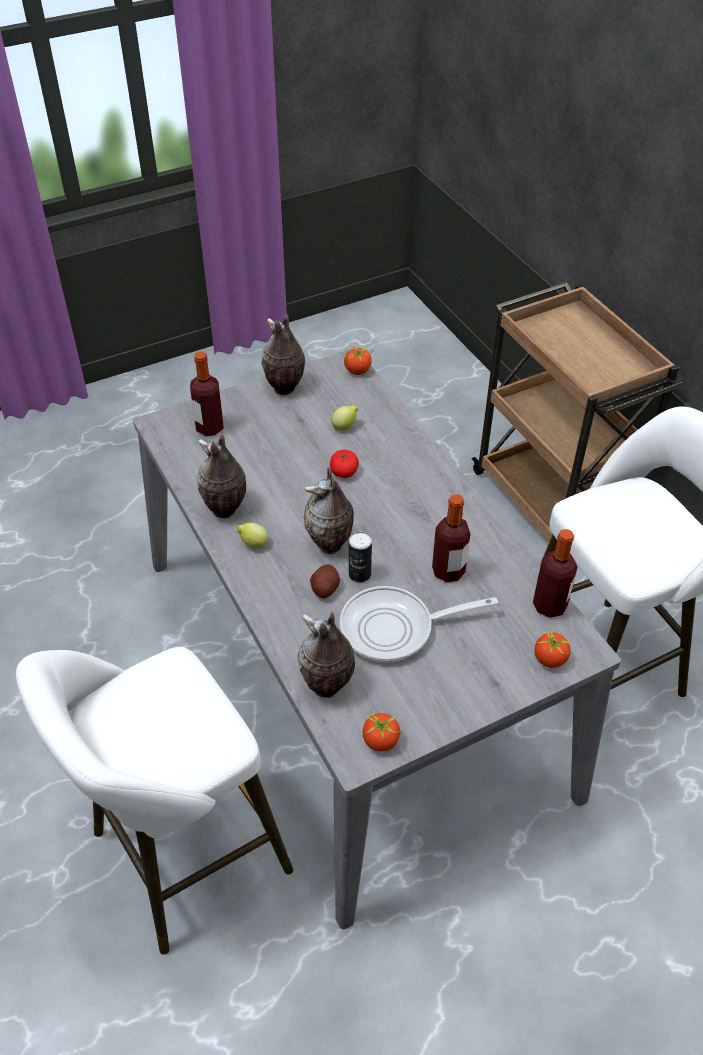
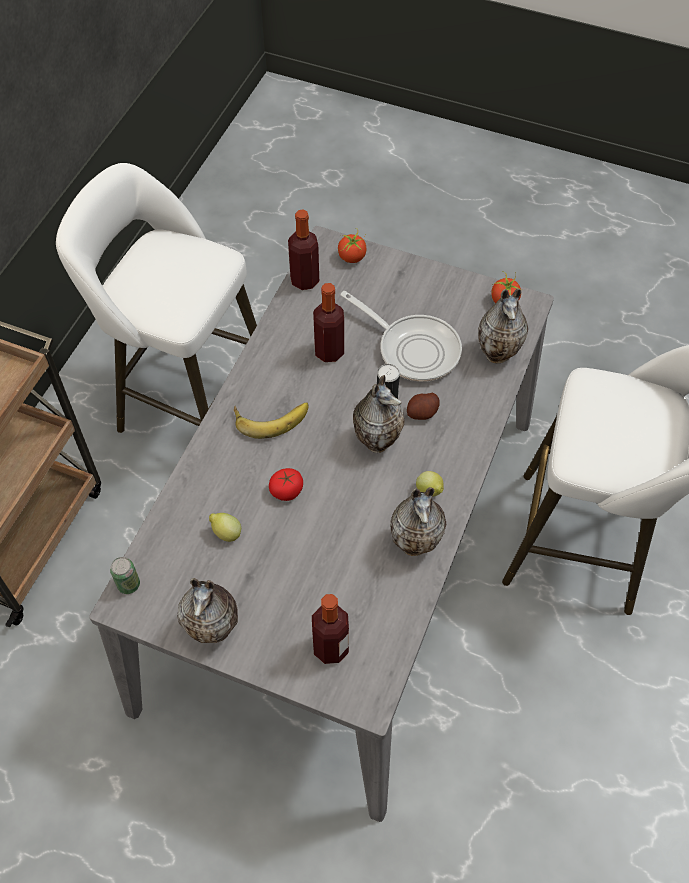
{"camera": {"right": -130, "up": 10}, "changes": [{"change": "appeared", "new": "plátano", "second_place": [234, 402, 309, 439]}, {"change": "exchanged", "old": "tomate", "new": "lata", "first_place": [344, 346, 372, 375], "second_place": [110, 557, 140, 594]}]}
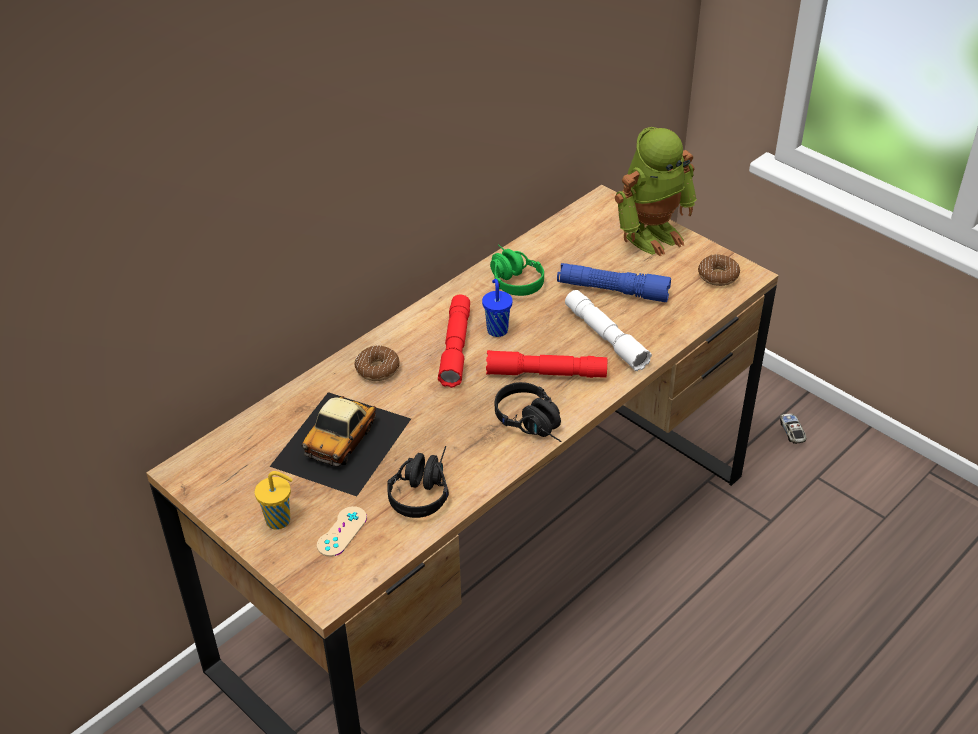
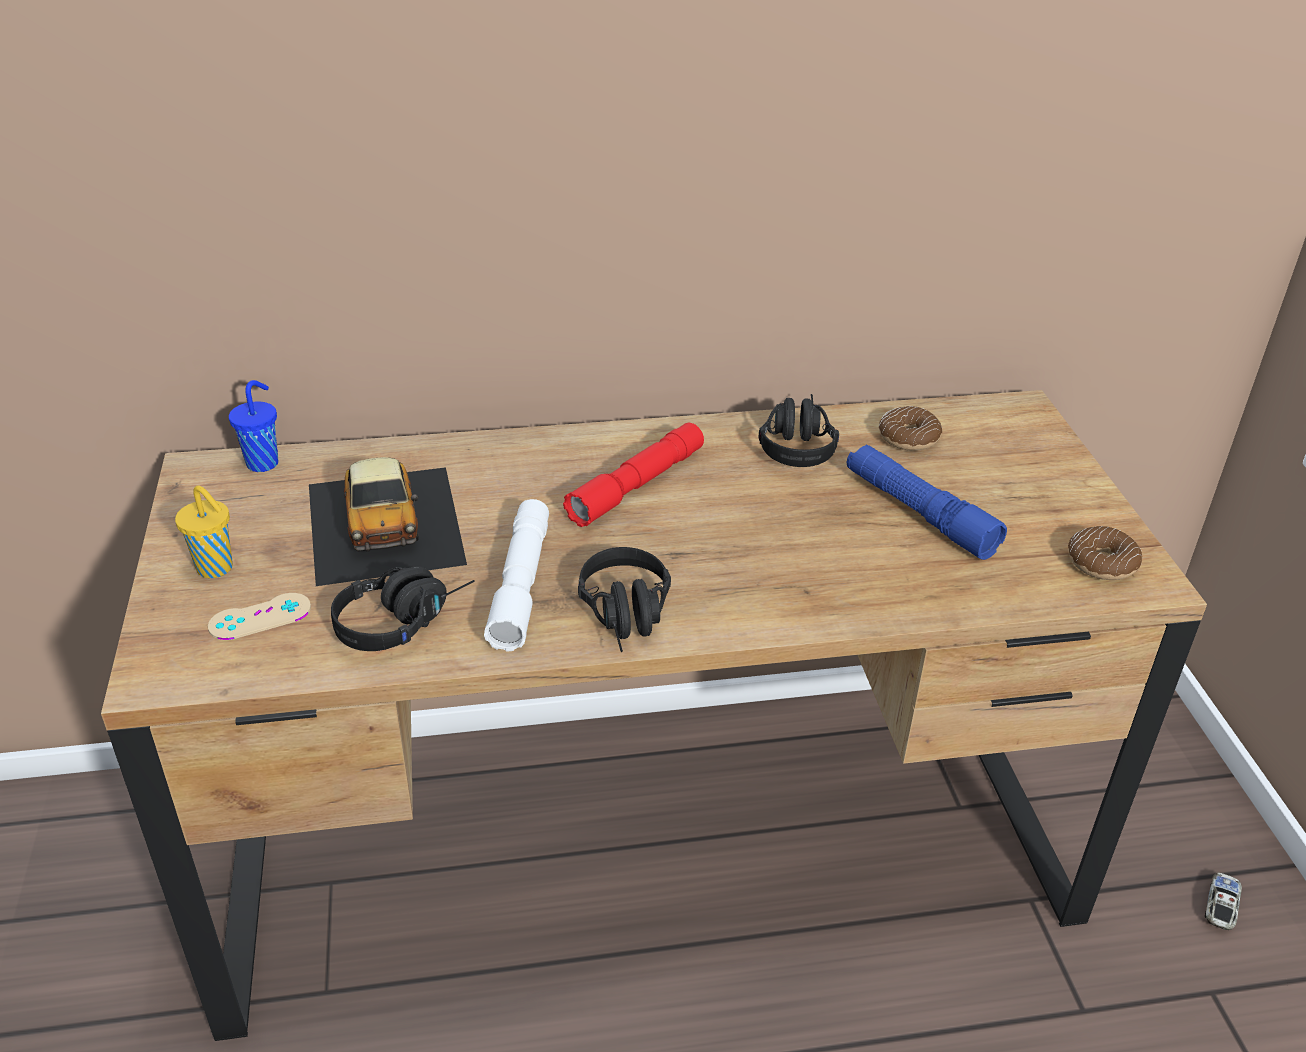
{"camera": {"right": 35, "up": -5}, "changes": [{"change": "missing", "old": "linterna [rojo]", "first_place": [486, 350, 607, 378]}, {"change": "missing", "old": "robot de juguete", "first_place": [615, 127, 697, 256]}, {"change": "relocated", "old": "rosquilla", "first_place": [355, 346, 400, 381], "second_place": [879, 406, 942, 451]}, {"change": "relocated", "old": "taza [azul]", "first_place": [482, 279, 513, 337], "second_place": [229, 380, 278, 472]}, {"change": "relocated", "old": "linterna [blanco]", "first_place": [565, 290, 652, 371], "second_place": [484, 499, 549, 652]}, {"change": "colour", "old": "auriculares [verde]", "new": "auriculares [negro]", "first_place": [490, 244, 544, 296], "second_place": [758, 394, 839, 467]}, {"change": "spun", "old": "coche de juguete", "first_place": [270, 392, 411, 496], "second_place": [309, 457, 467, 586], "degrees": -75}]}
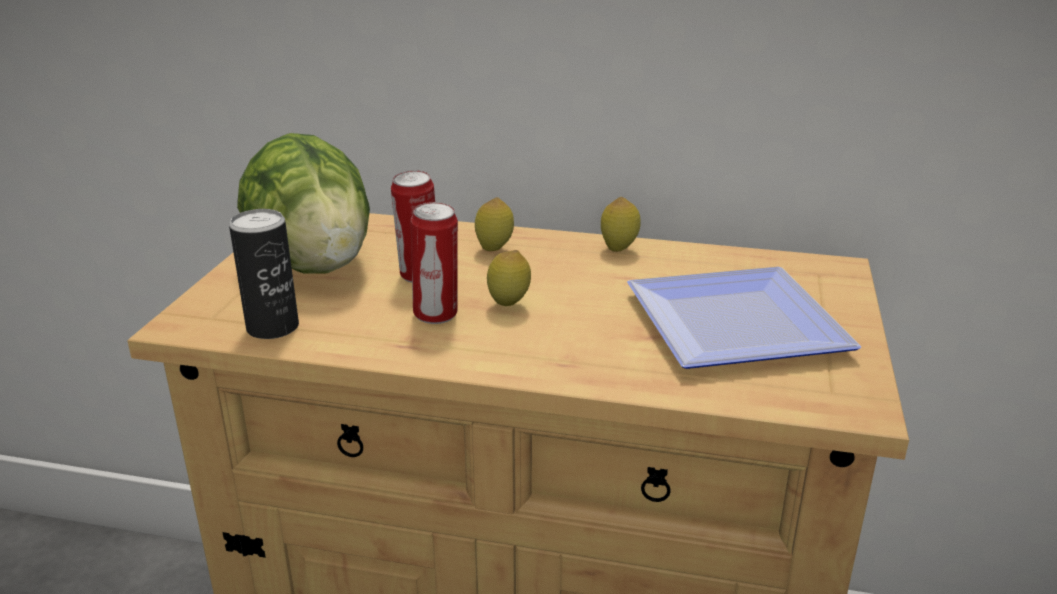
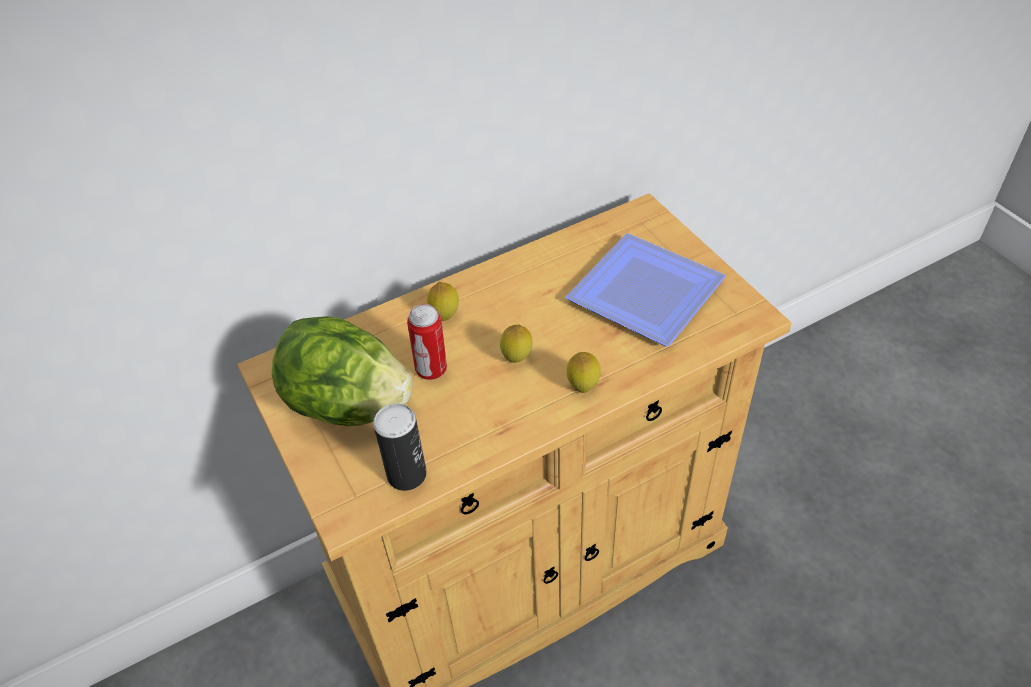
{"camera": {"right": -40, "up": 20}, "changes": [{"change": "missing", "old": "lata", "first_place": [411, 202, 458, 324]}, {"change": "relocated", "old": "limón", "first_place": [601, 197, 641, 252], "second_place": [566, 352, 601, 393]}]}
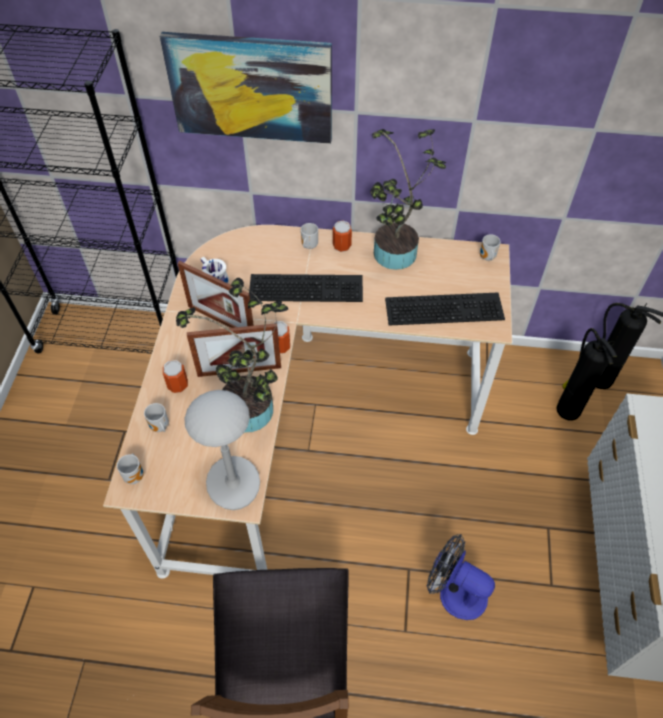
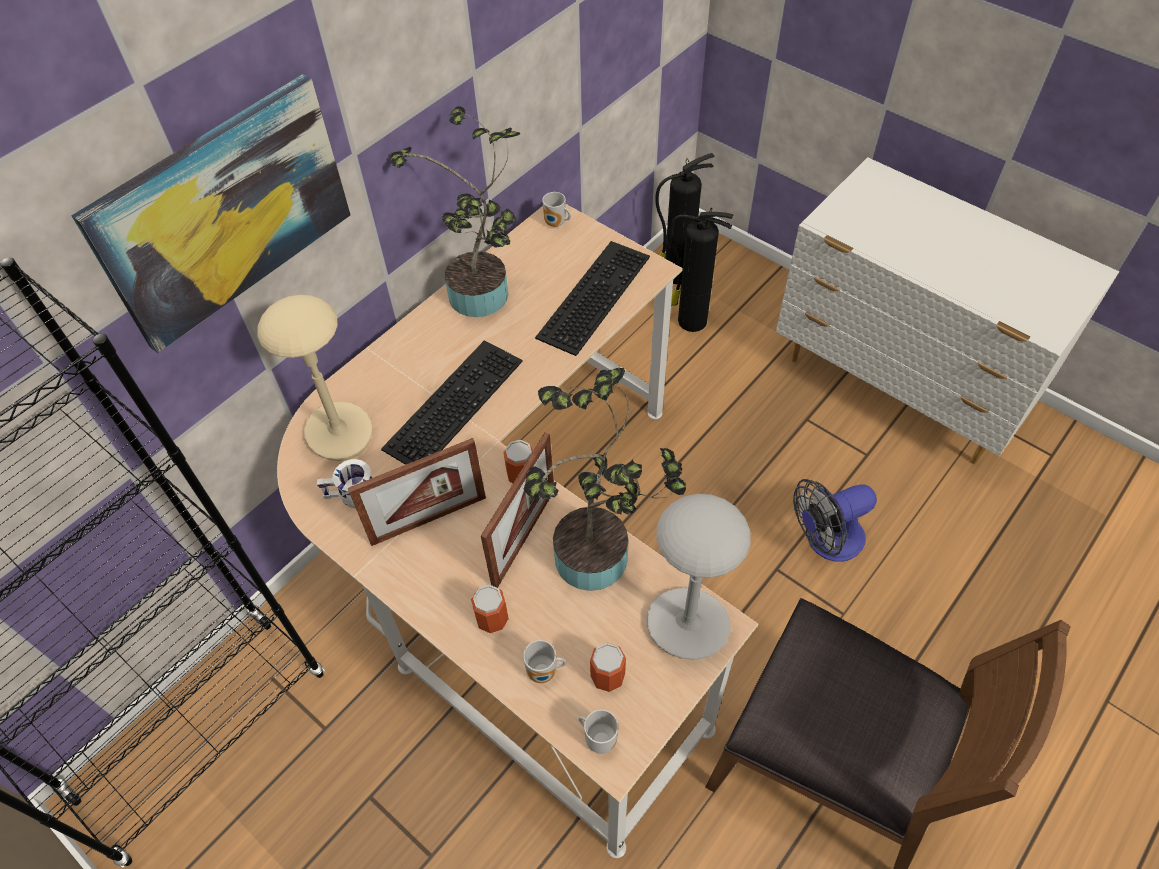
{"camera": {"right": -55, "up": 0}, "changes": [{"change": "missing", "old": "taza grande", "first_place": [301, 223, 318, 249]}, {"change": "appeared", "new": "lámpara de mesa [beis]", "second_place": [257, 295, 372, 461]}, {"change": "relocated", "old": "lata", "first_place": [333, 220, 352, 252], "second_place": [590, 642, 626, 692]}]}
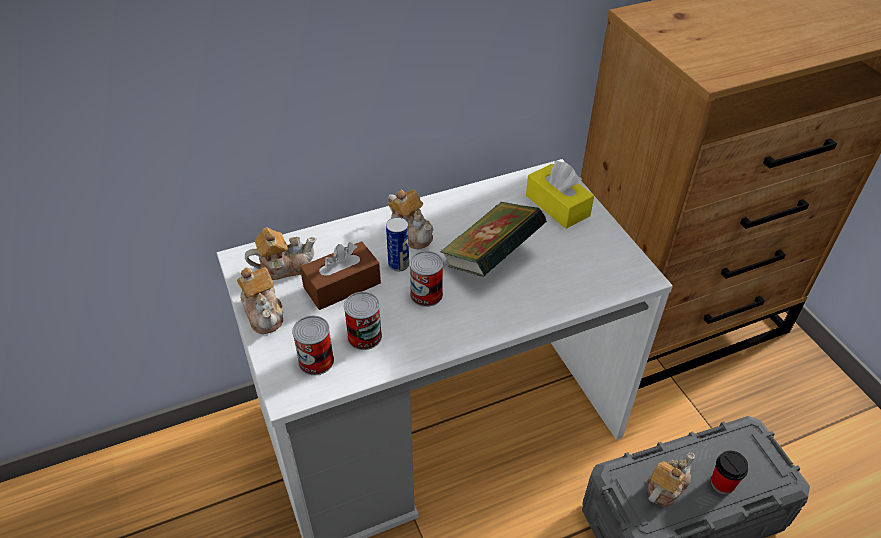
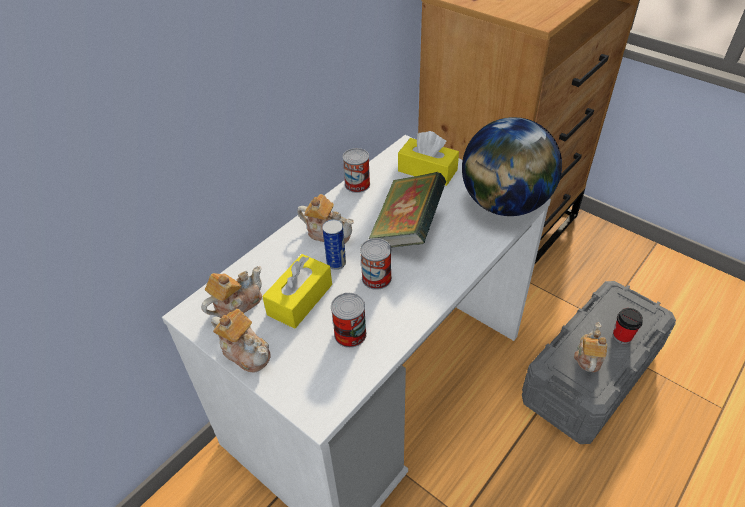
{"camera": {"right": -25, "up": 0}, "changes": [{"change": "appeared", "new": "globo terráqueo", "second_place": [462, 117, 562, 216]}, {"change": "relocated", "old": "lata", "first_place": [292, 316, 334, 375], "second_place": [343, 148, 370, 193]}, {"change": "colour", "old": "caja de pañuelos [marrón]", "new": "caja de pañuelos [amarillo]", "first_place": [300, 241, 381, 310], "second_place": [262, 254, 332, 329]}]}
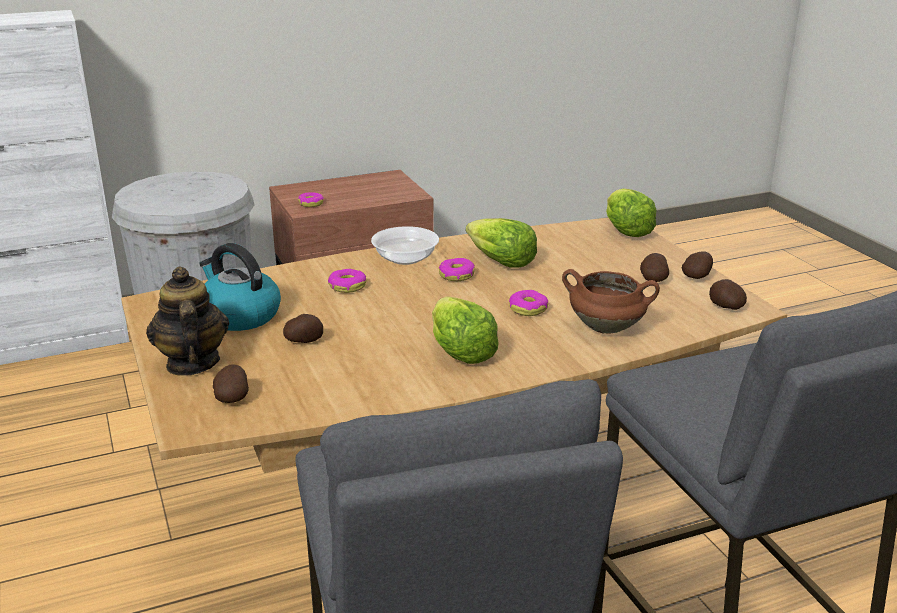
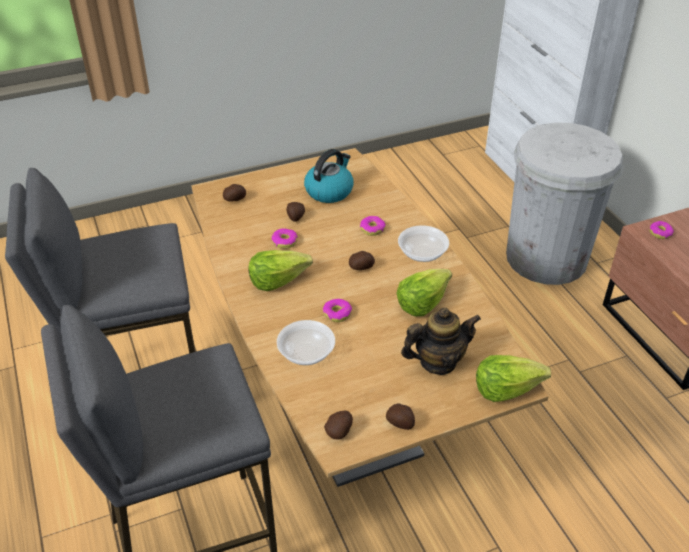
{"camera": {"right": 90, "up": 15}, "changes": [{"change": "relocated", "old": "tetera", "first_place": [146, 266, 229, 376], "second_place": [401, 308, 481, 375]}, {"change": "relocated", "old": "rosquilla", "first_place": [439, 258, 475, 281], "second_place": [271, 228, 298, 249]}, {"change": "relocated", "old": "patata", "first_place": [640, 253, 669, 282], "second_place": [349, 251, 375, 270]}, {"change": "exchanged", "old": "olla [marrón]", "new": "cuenco", "first_place": [562, 269, 660, 334], "second_place": [277, 320, 335, 365]}]}
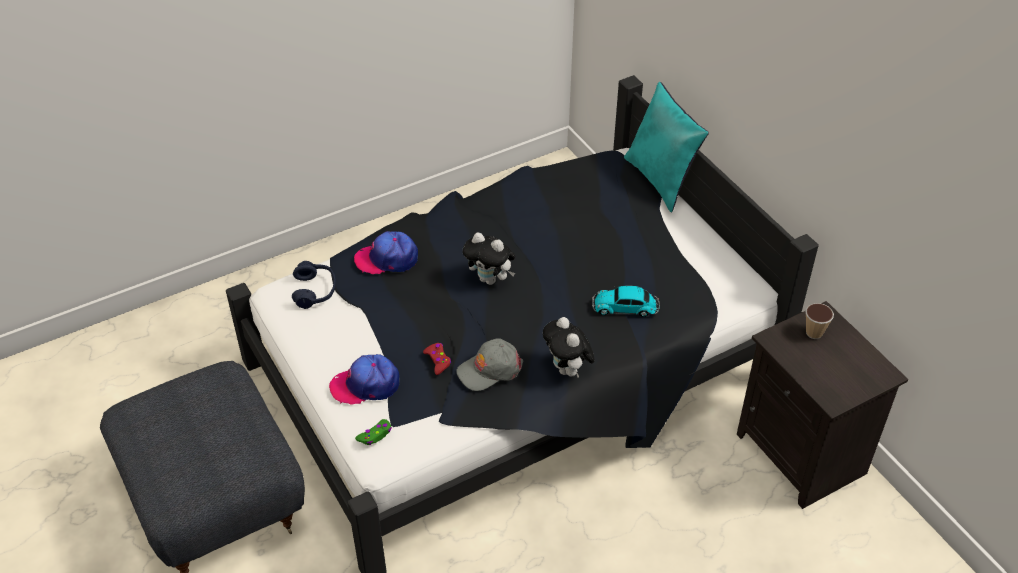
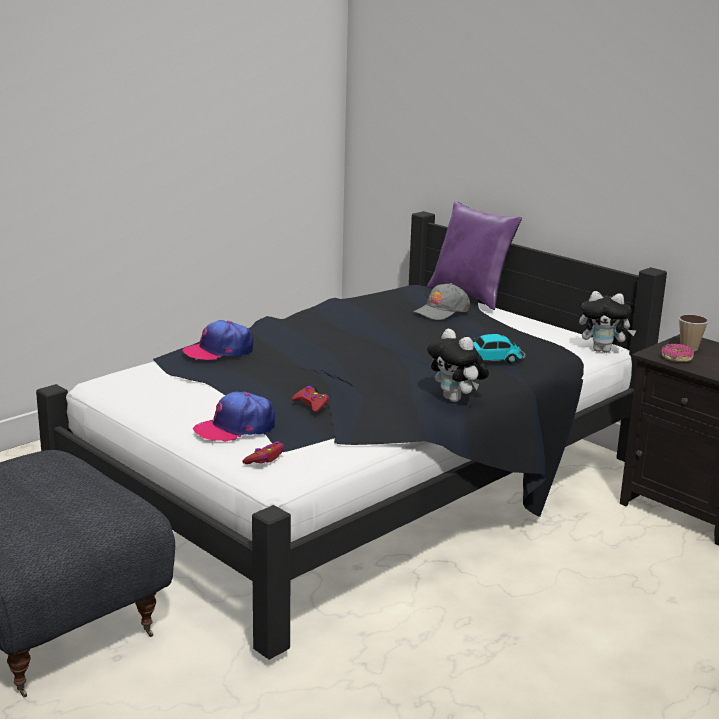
{"camera": {"right": -15, "up": -25}, "changes": [{"change": "missing", "old": "auriculares [azul]", "first_place": [292, 261, 336, 309]}, {"change": "appeared", "new": "rosquilla", "second_place": [661, 344, 694, 362]}, {"change": "relocated", "old": "gorra [gris]", "first_place": [456, 338, 523, 391], "second_place": [413, 283, 471, 320]}, {"change": "relocated", "old": "peluche", "first_place": [463, 233, 515, 285], "second_place": [579, 291, 637, 353]}, {"change": "colour", "old": "mando de consola [verde]", "new": "mando de consola [rojo]", "first_place": [355, 419, 392, 445], "second_place": [242, 441, 285, 464]}, {"change": "colour", "old": "cojín [turquesa]", "new": "cojín [morado]", "first_place": [624, 82, 709, 213], "second_place": [427, 201, 522, 310]}]}
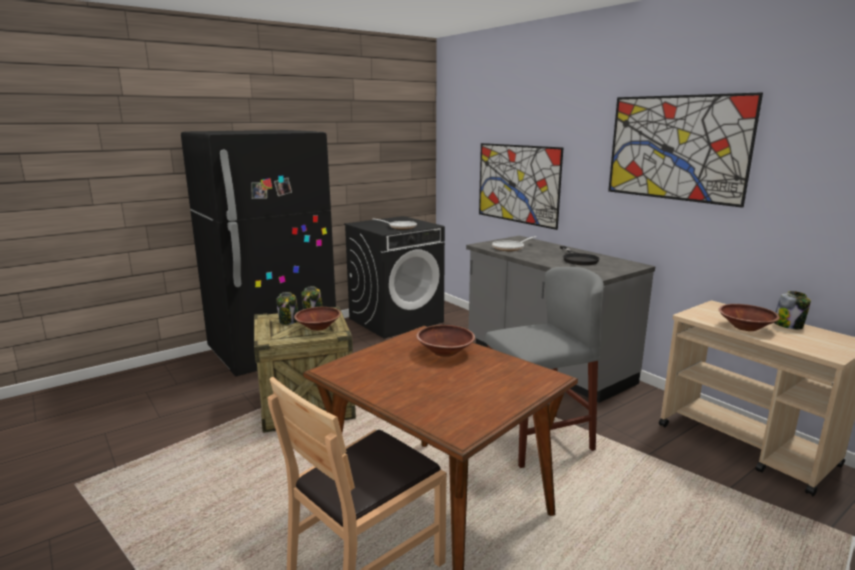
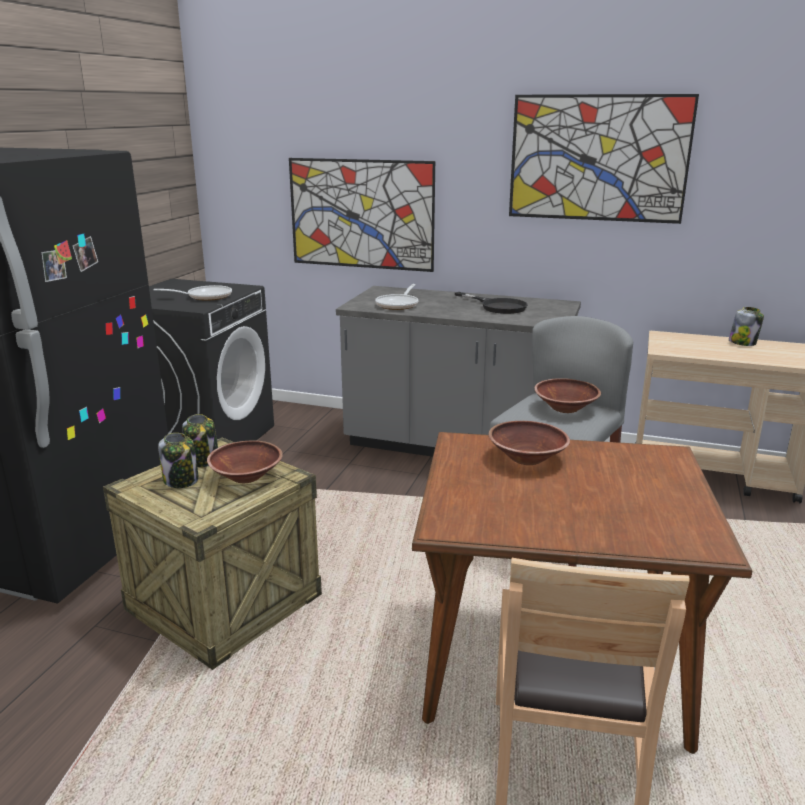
{"camera": {"right": -35, "up": 5}, "changes": [{"change": "relocated", "old": "cuenco [marrón]", "first_place": [719, 304, 780, 331], "second_place": [534, 378, 601, 413]}]}
